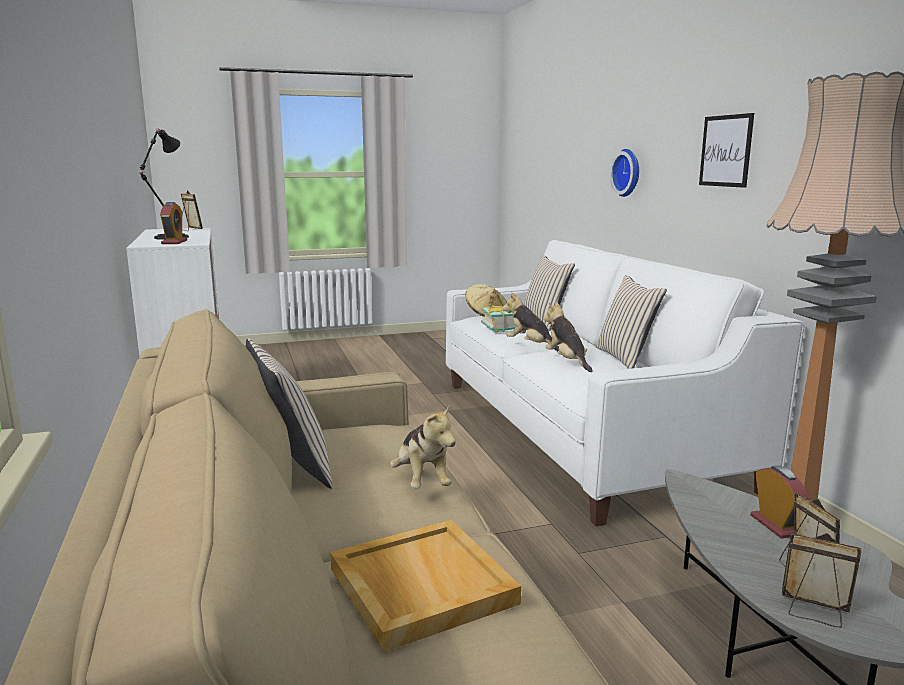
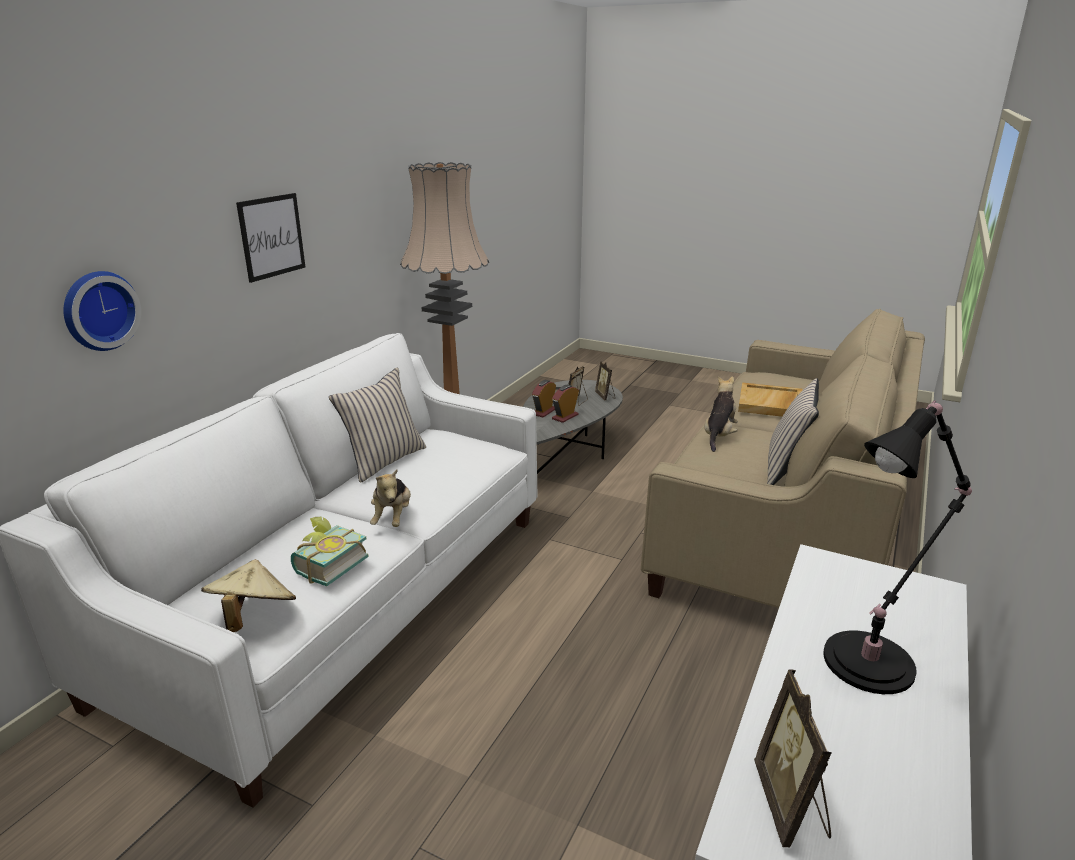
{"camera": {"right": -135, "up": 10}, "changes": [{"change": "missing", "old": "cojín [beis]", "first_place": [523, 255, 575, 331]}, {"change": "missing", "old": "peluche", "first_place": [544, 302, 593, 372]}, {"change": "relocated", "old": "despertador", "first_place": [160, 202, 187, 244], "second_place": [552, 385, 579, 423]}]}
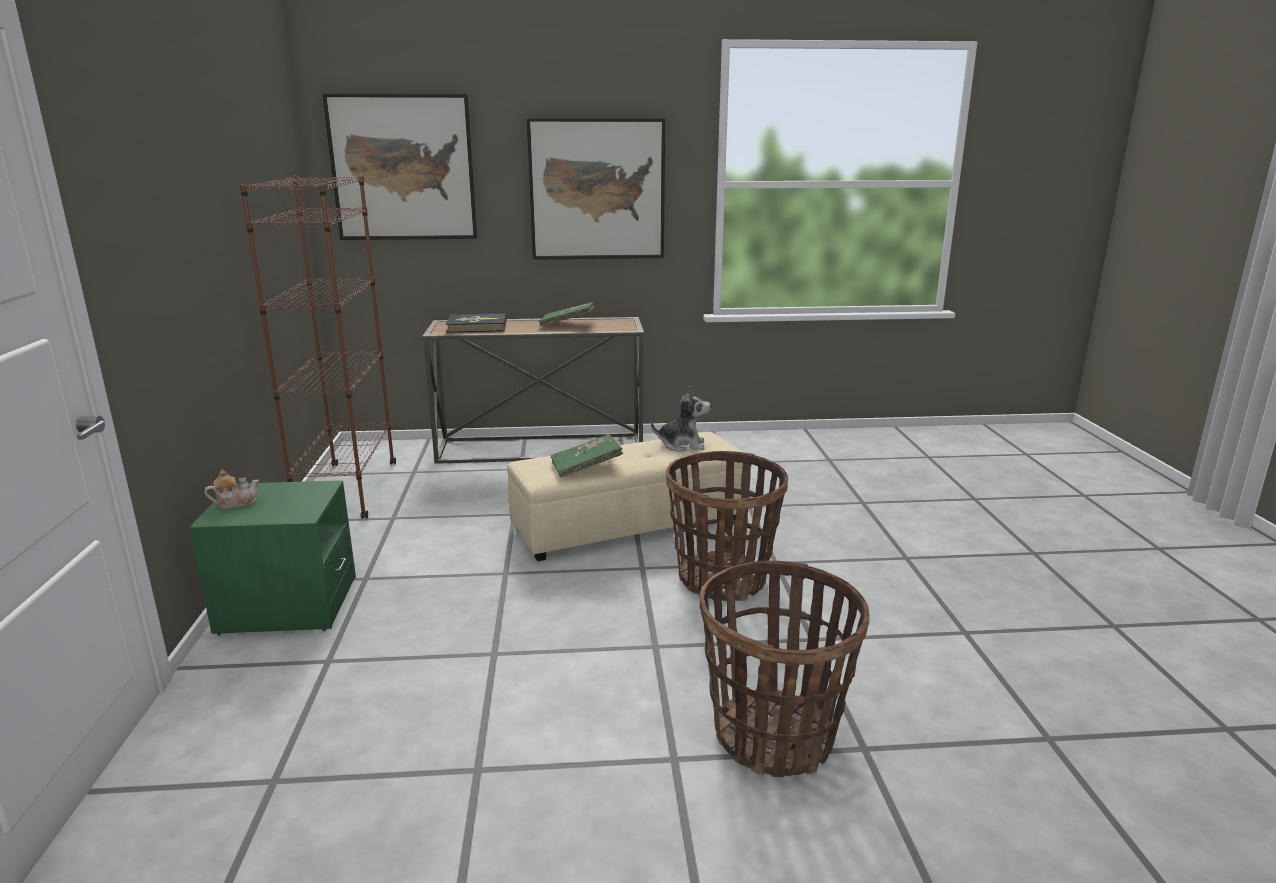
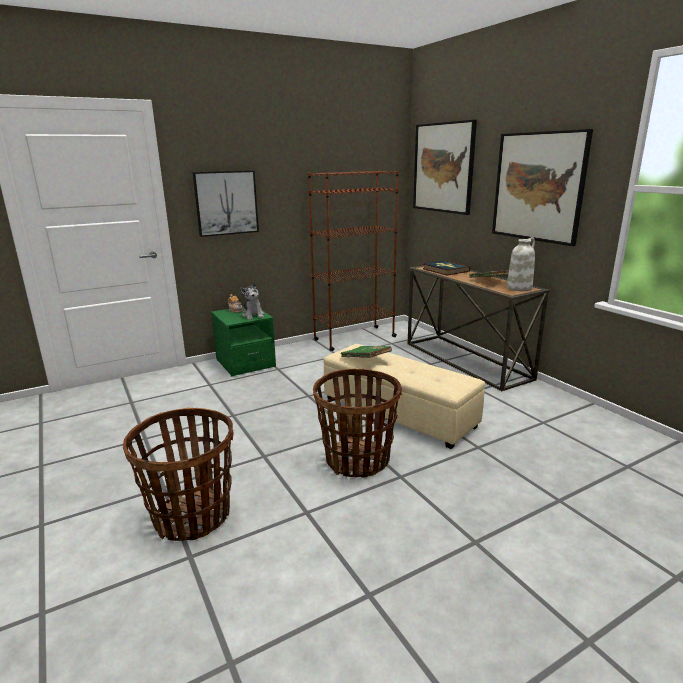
{"camera": {"right": 65, "up": 0}, "changes": [{"change": "appeared", "new": "cuadro", "second_place": [193, 170, 259, 237]}, {"change": "appeared", "new": "florero [blanco]", "second_place": [507, 237, 535, 291]}, {"change": "relocated", "old": "peluche", "first_place": [651, 386, 711, 452], "second_place": [240, 282, 264, 320]}]}
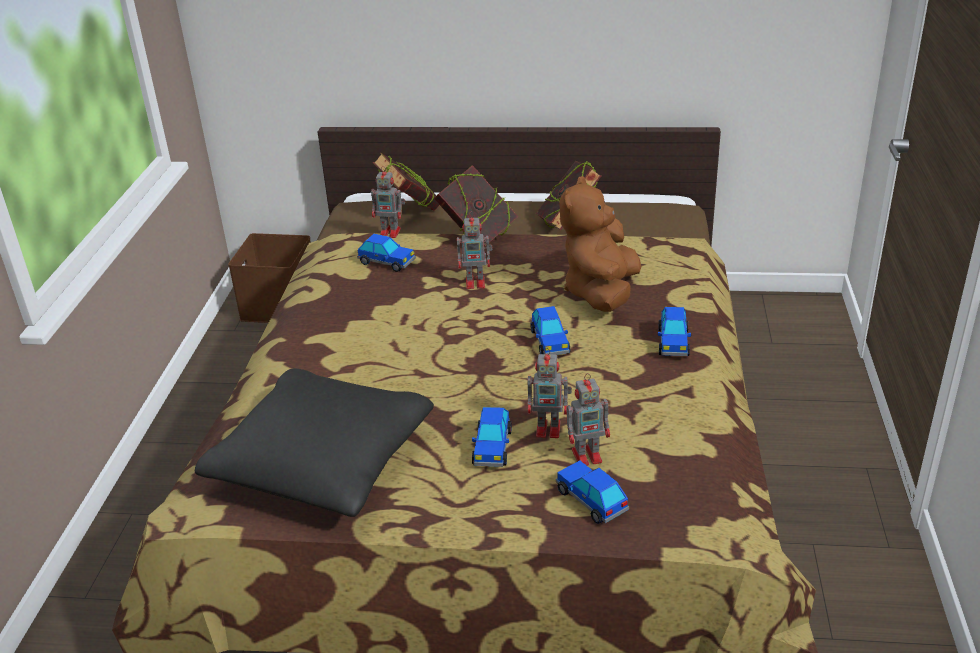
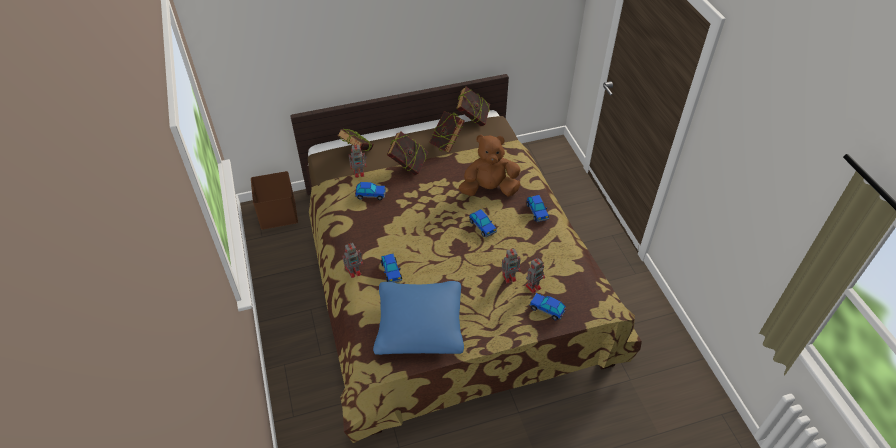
{"camera": {"right": -25, "up": 15}, "changes": [{"change": "appeared", "new": "libro", "second_place": [456, 87, 490, 126]}, {"change": "relocated", "old": "robot de juguete", "first_place": [457, 212, 492, 289], "second_place": [342, 243, 363, 278]}, {"change": "relocated", "old": "coche de juguete", "first_place": [472, 407, 512, 467], "second_place": [381, 254, 402, 283]}, {"change": "colour", "old": "cojín [negro]", "new": "cojín [azul]", "first_place": [195, 368, 434, 517], "second_place": [373, 281, 464, 355]}, {"change": "spun", "old": "peluche [marrón]", "first_place": [559, 176, 641, 312], "second_place": [459, 135, 520, 197], "degrees": 90}]}
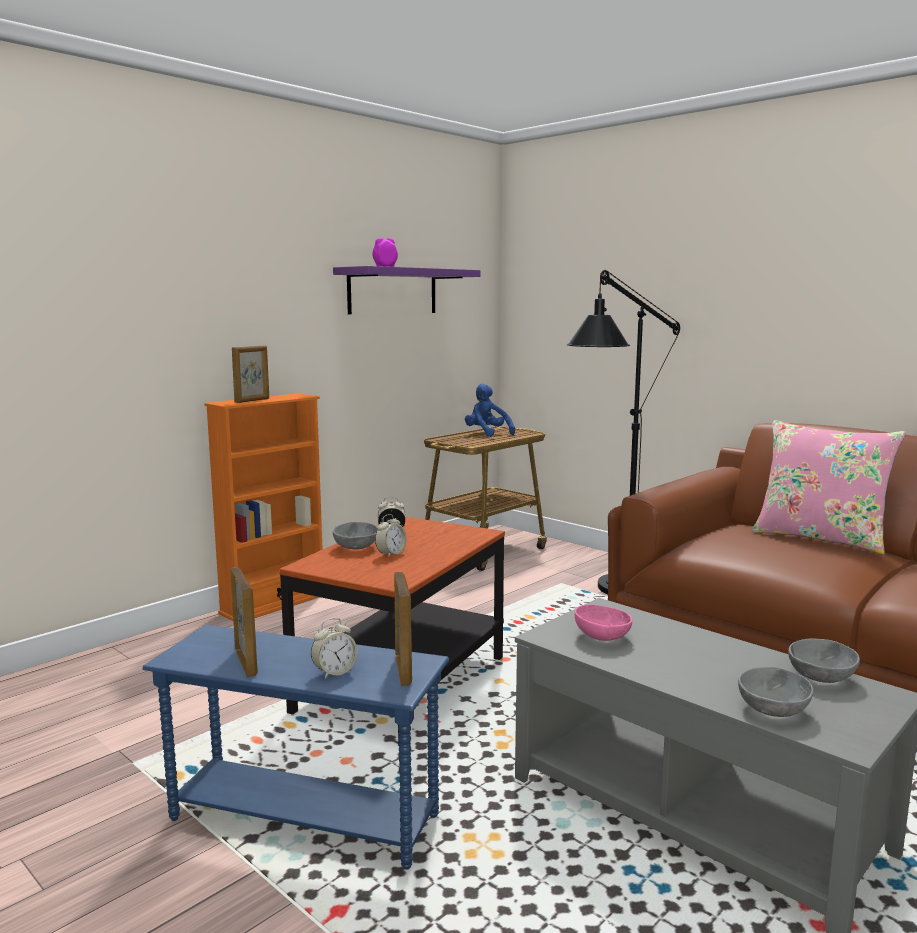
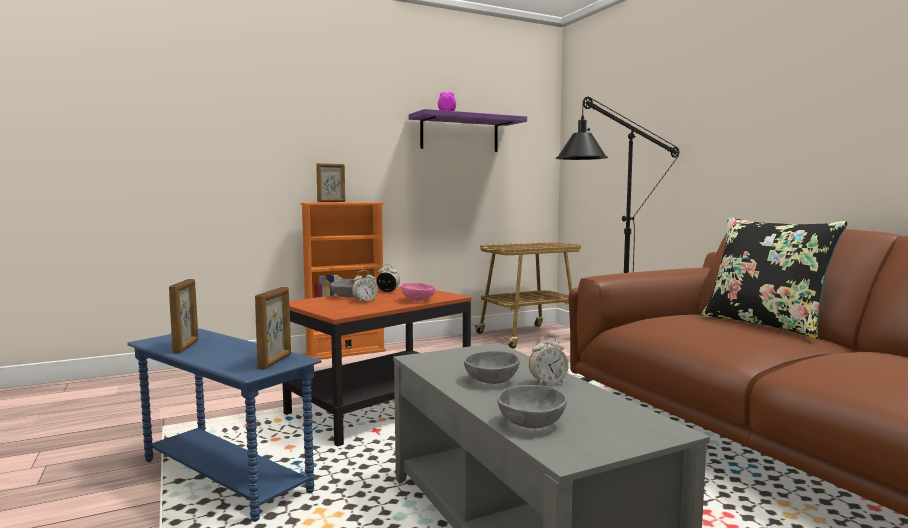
{"camera": {"right": 20, "up": -5}, "changes": [{"change": "missing", "old": "peluche [azul]", "first_place": [465, 384, 515, 437]}, {"change": "relocated", "old": "despertador", "first_place": [311, 618, 357, 679], "second_place": [529, 335, 569, 385]}, {"change": "relocated", "old": "cuenco [rosa]", "first_place": [575, 605, 632, 641], "second_place": [401, 283, 435, 301]}, {"change": "relocated", "old": "cuenco [gris]", "first_place": [788, 639, 860, 683], "second_place": [464, 351, 520, 384]}, {"change": "colour", "old": "cojín [rosa]", "new": "cojín [negro]", "first_place": [752, 420, 906, 554], "second_place": [700, 217, 848, 339]}]}
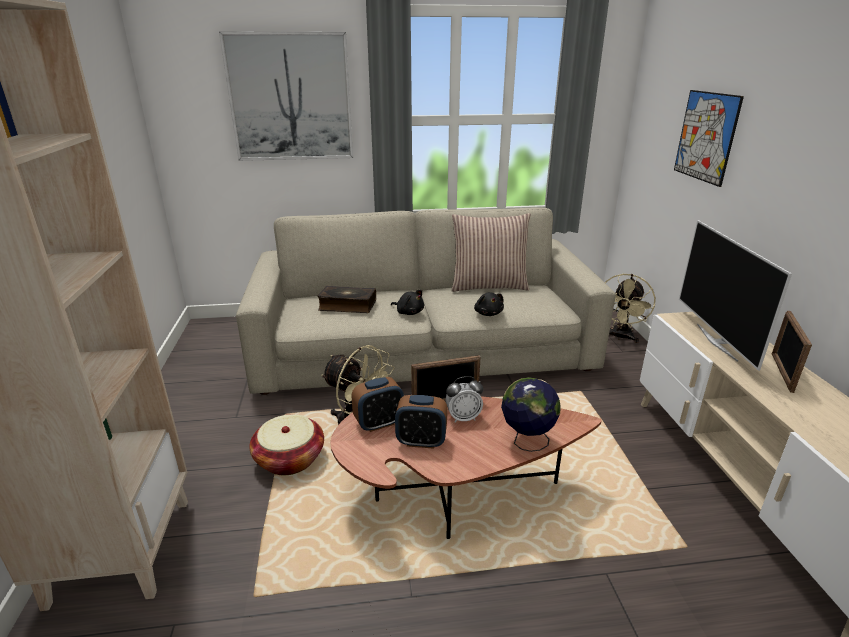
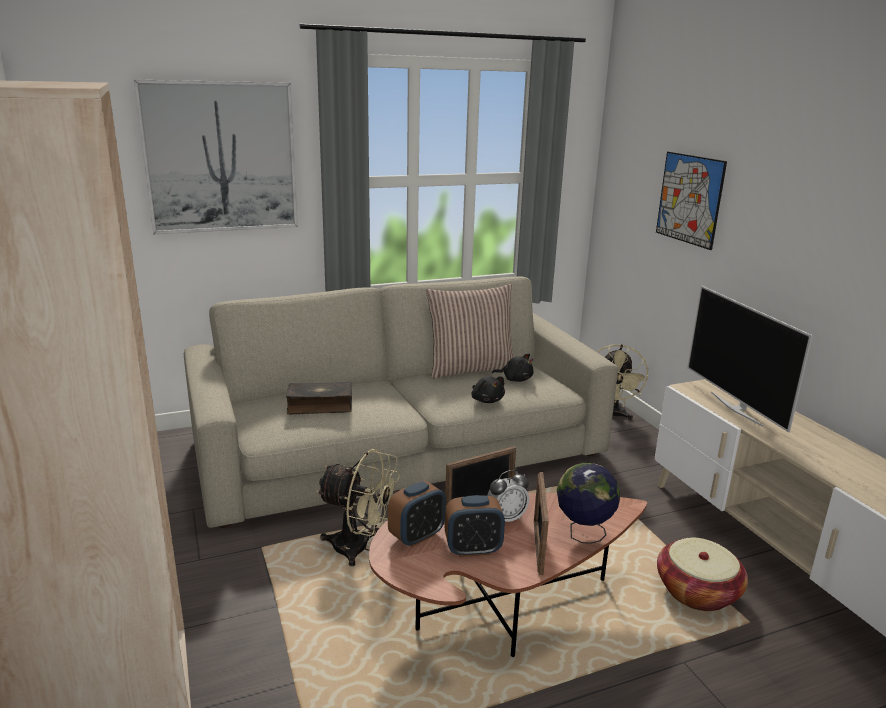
{"camera": {"right": -15, "up": -5}, "changes": [{"change": "relocated", "old": "cesta", "first_place": [249, 414, 324, 475], "second_place": [657, 538, 748, 611]}, {"change": "relocated", "old": "peluche [negro]", "first_place": [391, 290, 424, 315], "second_place": [492, 354, 534, 382]}, {"change": "relocated", "old": "portarretratos", "first_place": [772, 311, 812, 393], "second_place": [534, 472, 549, 575]}]}
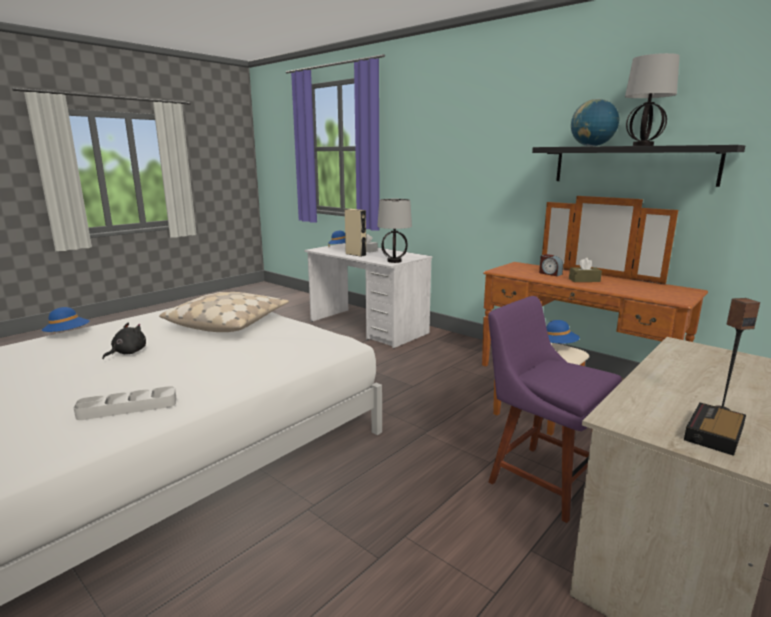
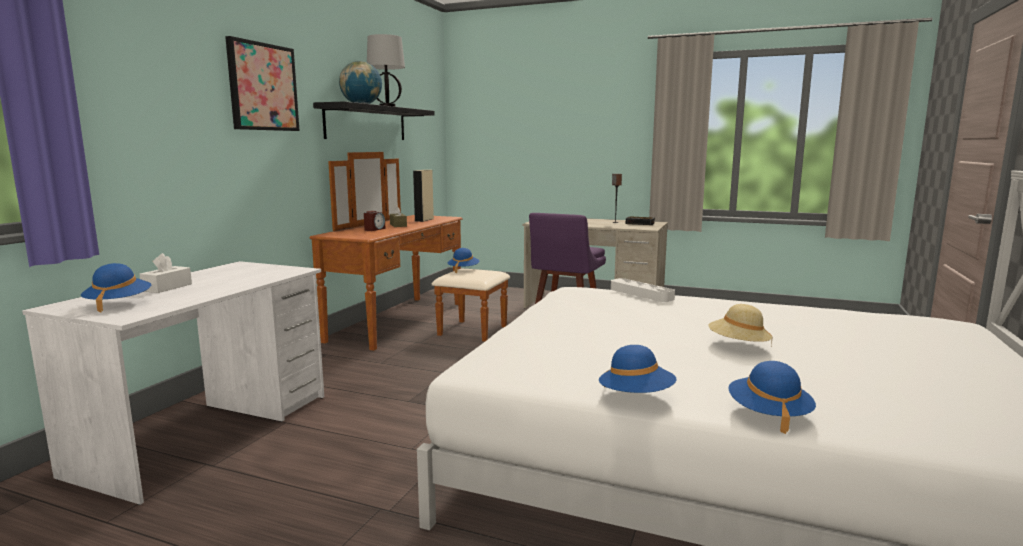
{"camera": {"right": -110, "up": -5}, "changes": [{"change": "missing", "old": "cojín [beis]", "first_place": [159, 292, 289, 332]}, {"change": "missing", "old": "lámpara de mesa", "first_place": [377, 199, 412, 263]}, {"change": "appeared", "new": "cuadro", "second_place": [225, 36, 299, 131]}, {"change": "appeared", "new": "sombrero [azul]", "second_place": [599, 345, 677, 393]}, {"change": "relocated", "old": "bandeja [blanco]", "first_place": [73, 386, 176, 420], "second_place": [611, 278, 675, 302]}, {"change": "relocated", "old": "altavoz [beis]", "first_place": [345, 209, 366, 257], "second_place": [413, 170, 434, 222]}, {"change": "exchanged", "old": "peluche [negro]", "new": "sombrero [beis]", "first_place": [102, 323, 146, 359], "second_place": [708, 304, 772, 347]}]}
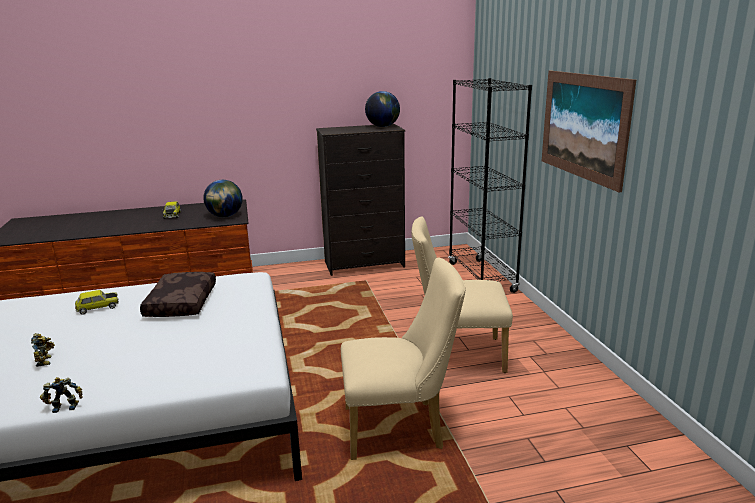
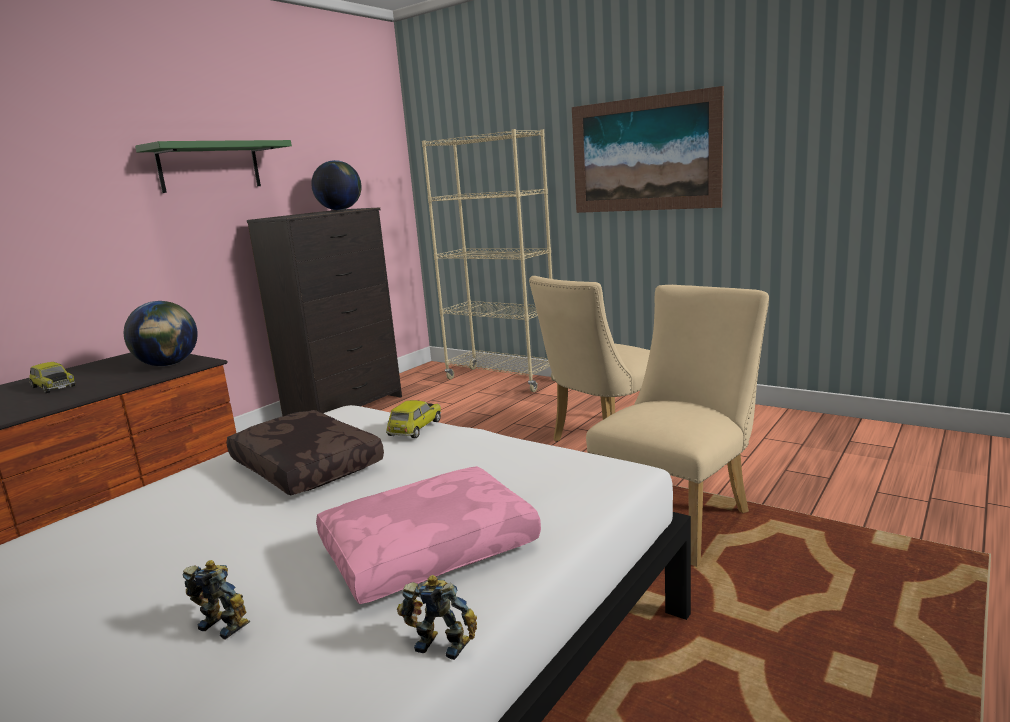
{"camera": {"right": -40, "up": -5}, "changes": [{"change": "appeared", "new": "estante [verde]", "second_place": [135, 140, 292, 193]}, {"change": "appeared", "new": "cojín [rosa]", "second_place": [316, 466, 541, 604]}, {"change": "relocated", "old": "coche de juguete", "first_place": [75, 290, 119, 315], "second_place": [386, 400, 441, 438]}, {"change": "colour", "old": "estantería [negro]", "new": "estantería [beis]", "first_place": [448, 78, 532, 293], "second_place": [422, 129, 555, 392]}, {"change": "spun", "old": "robot de juguete", "first_place": [40, 377, 82, 413], "second_place": [397, 575, 477, 660], "degrees": 75}]}
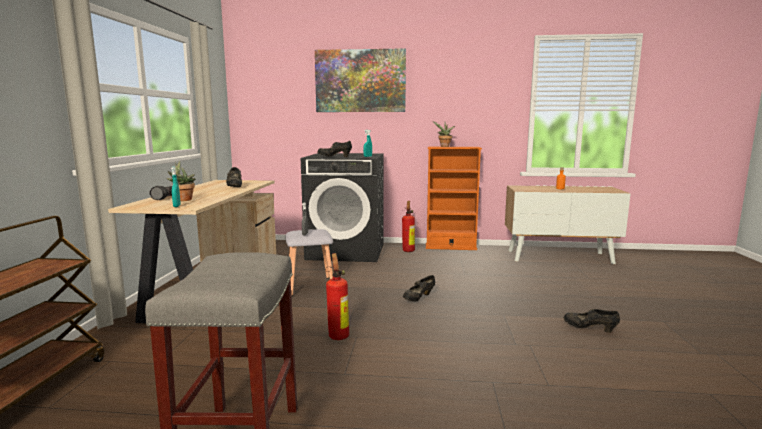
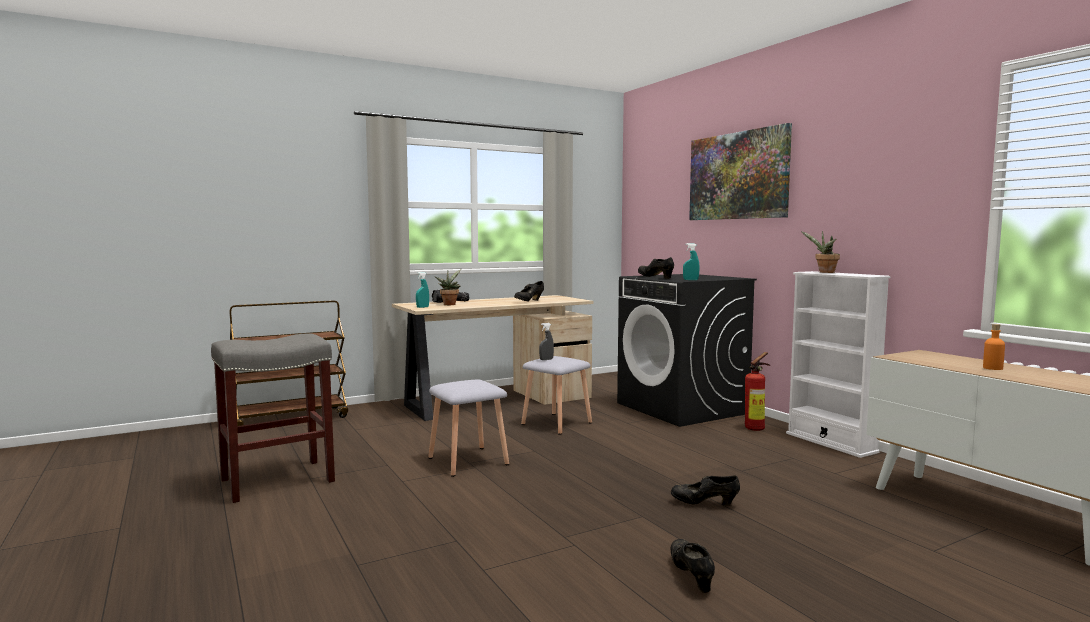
{"camera": {"right": 55, "up": -5}, "changes": [{"change": "relocated", "old": "zapato [negro]", "first_place": [403, 275, 435, 301], "second_place": [671, 475, 740, 506]}, {"change": "exchanged", "old": "extintor", "new": "taburete [gris]", "first_place": [325, 253, 349, 340], "second_place": [428, 379, 509, 477]}, {"change": "colour", "old": "estantería [naranja]", "new": "estantería [blanco]", "first_place": [426, 147, 482, 250], "second_place": [786, 271, 890, 458]}]}
